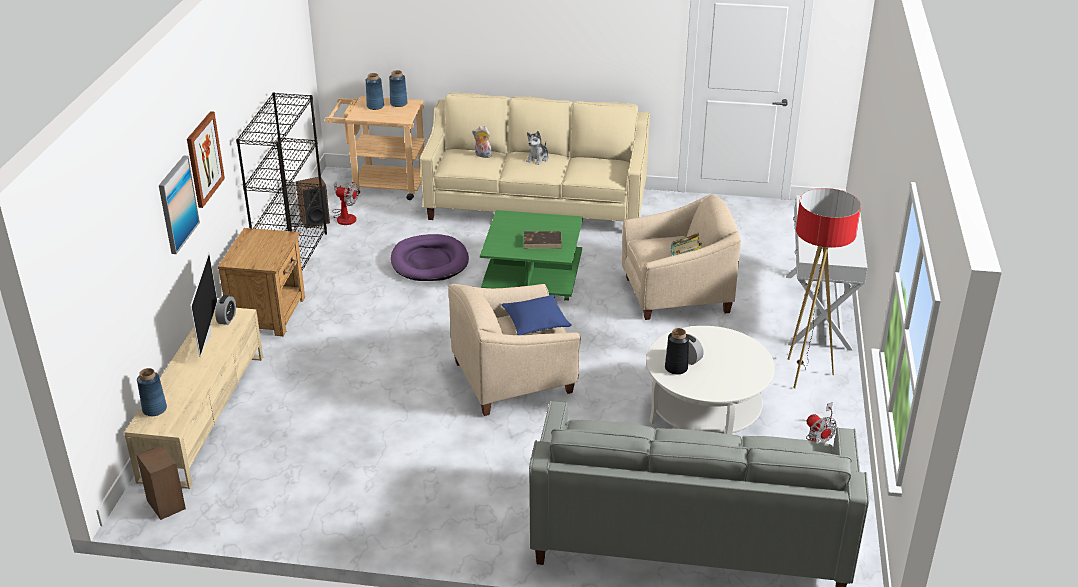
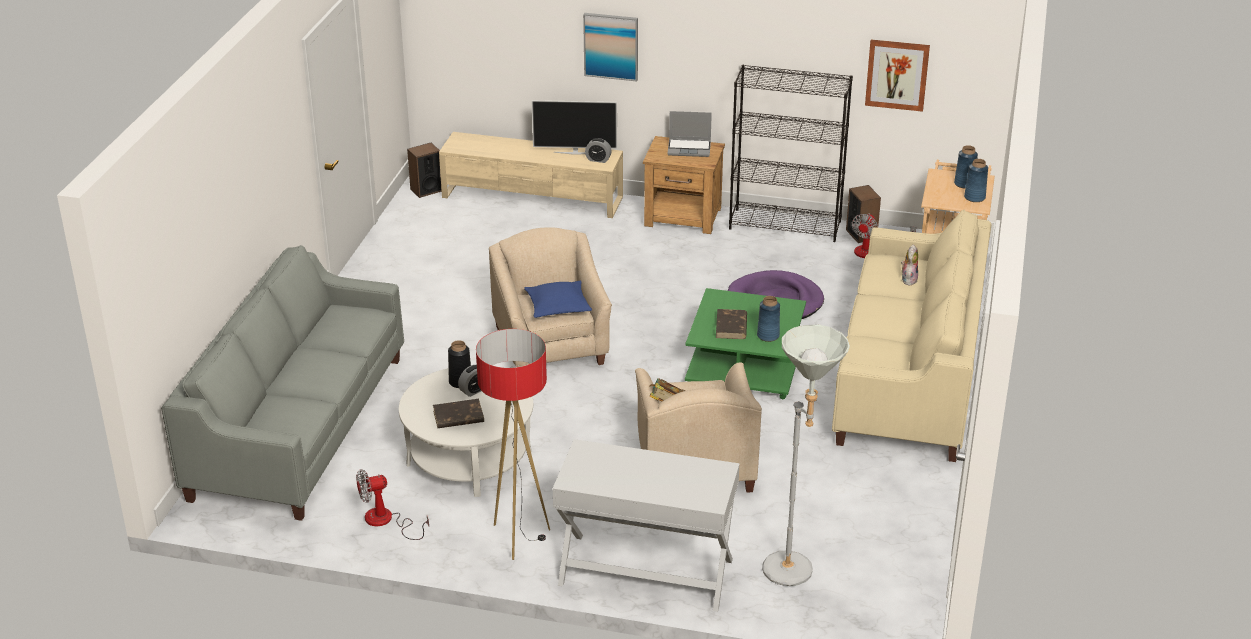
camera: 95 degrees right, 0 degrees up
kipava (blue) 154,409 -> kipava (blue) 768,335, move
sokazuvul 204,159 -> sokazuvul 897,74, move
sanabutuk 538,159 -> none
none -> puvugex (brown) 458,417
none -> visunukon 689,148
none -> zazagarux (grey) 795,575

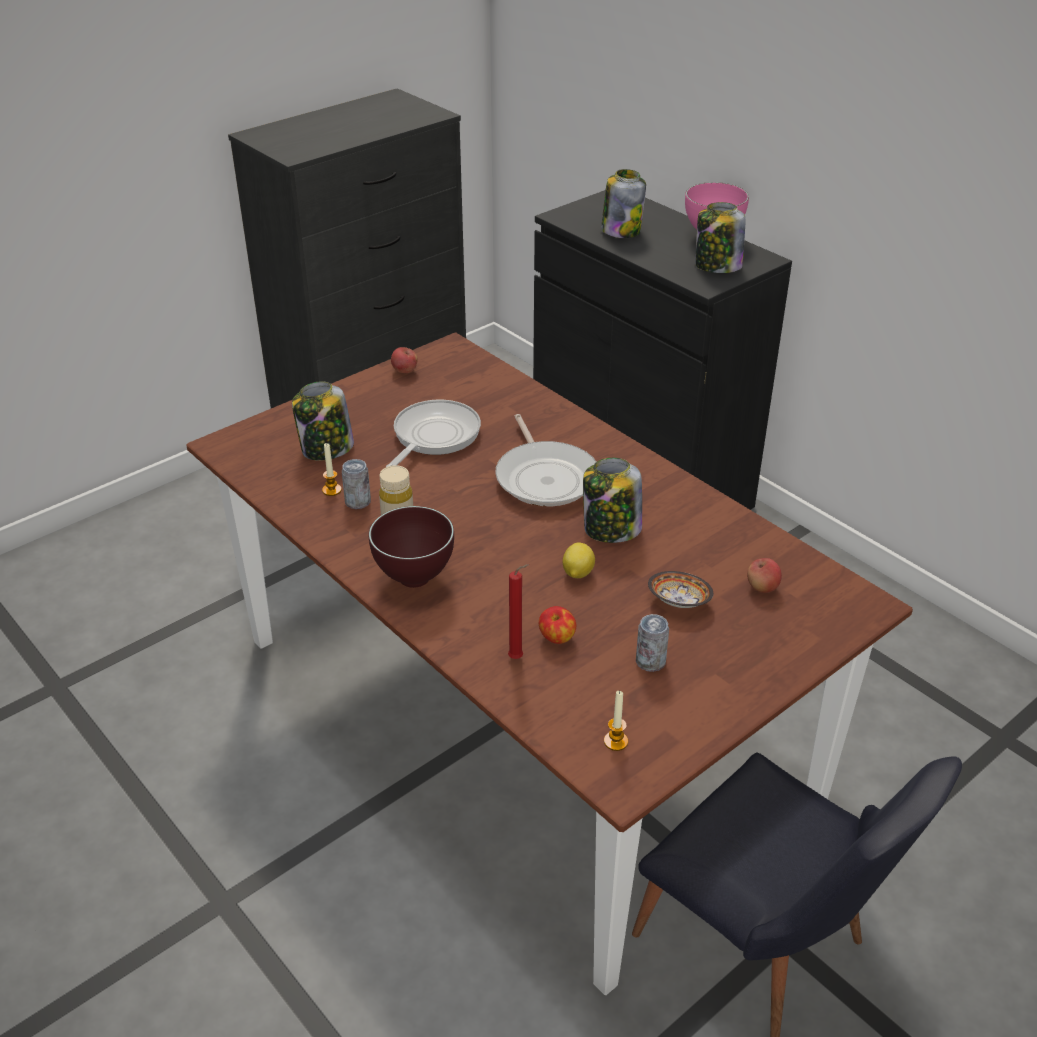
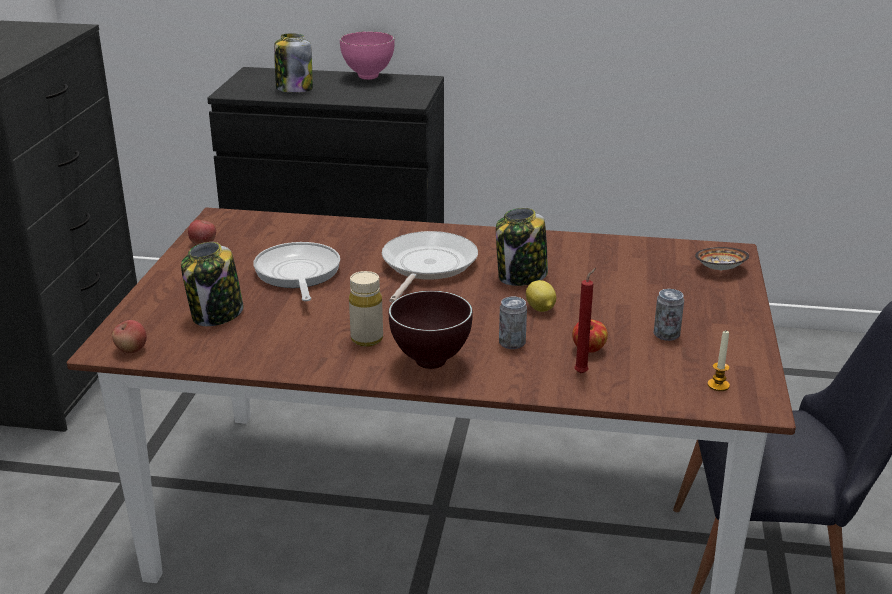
camera: 40 degrees left, 10 degrees down
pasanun 332,490 -> none
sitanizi 358,502 -> sitanizi 512,343, move
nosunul 545,477 -> nosunul 426,266, 105 degrees counterclockwise
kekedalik 679,601 -> kekedalik 720,269, move
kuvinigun 717,266 -> none
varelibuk 762,587 -> varelibuk 131,350, move

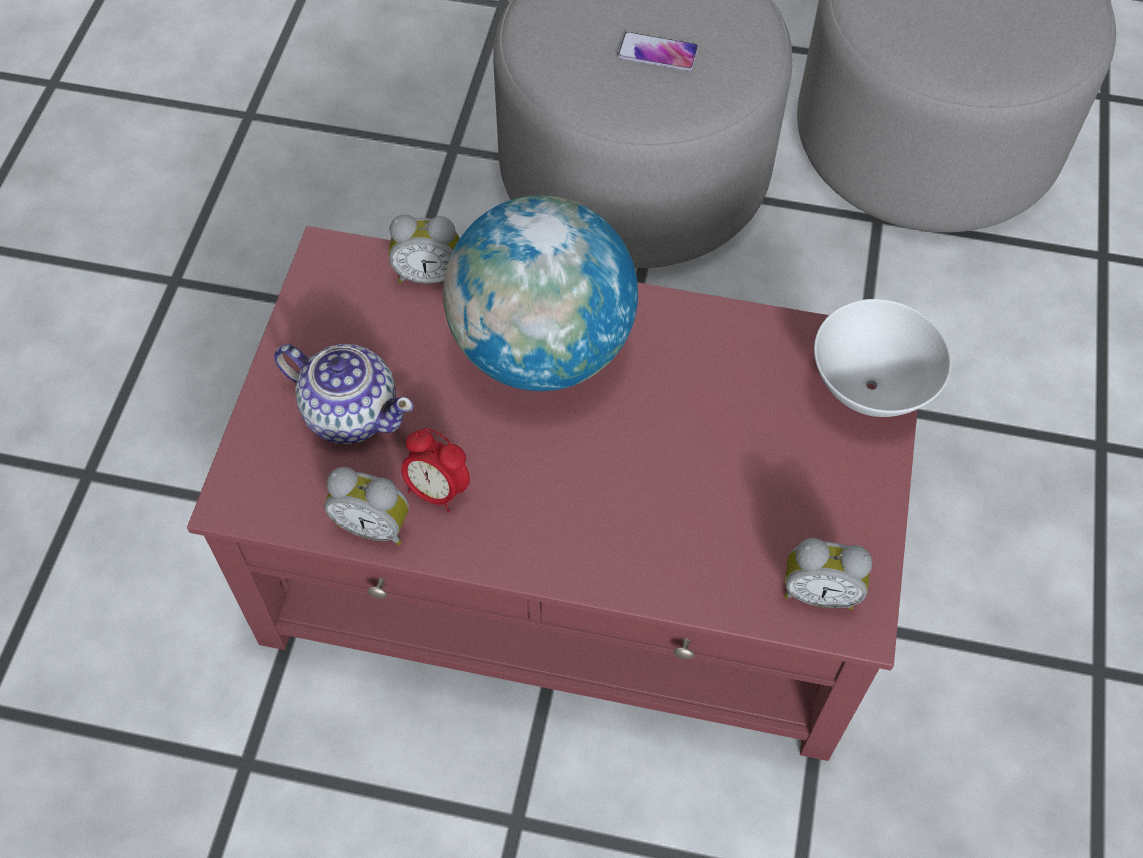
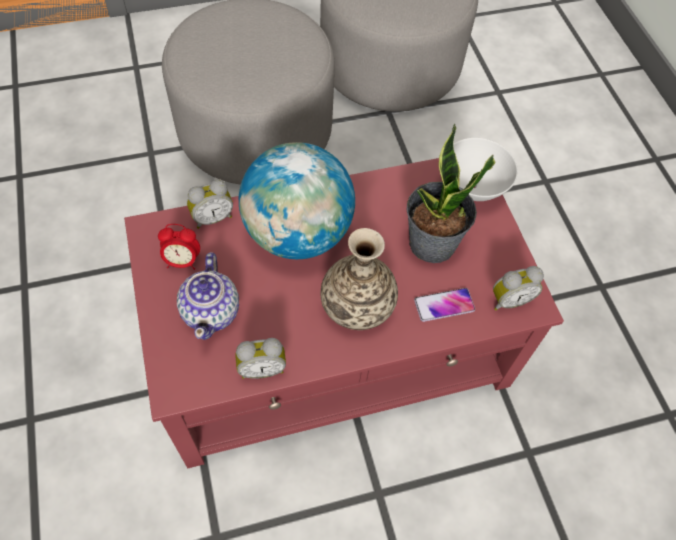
camera: 30 degrees left, 0 degrees up
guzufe 350,412 -> guzufe 211,311, 90 degrees clockwise
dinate 437,490 -> dinate 182,261, move
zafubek 657,53 -> zafubek 444,305, move
none -> kipava 358,305
none -> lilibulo 431,244

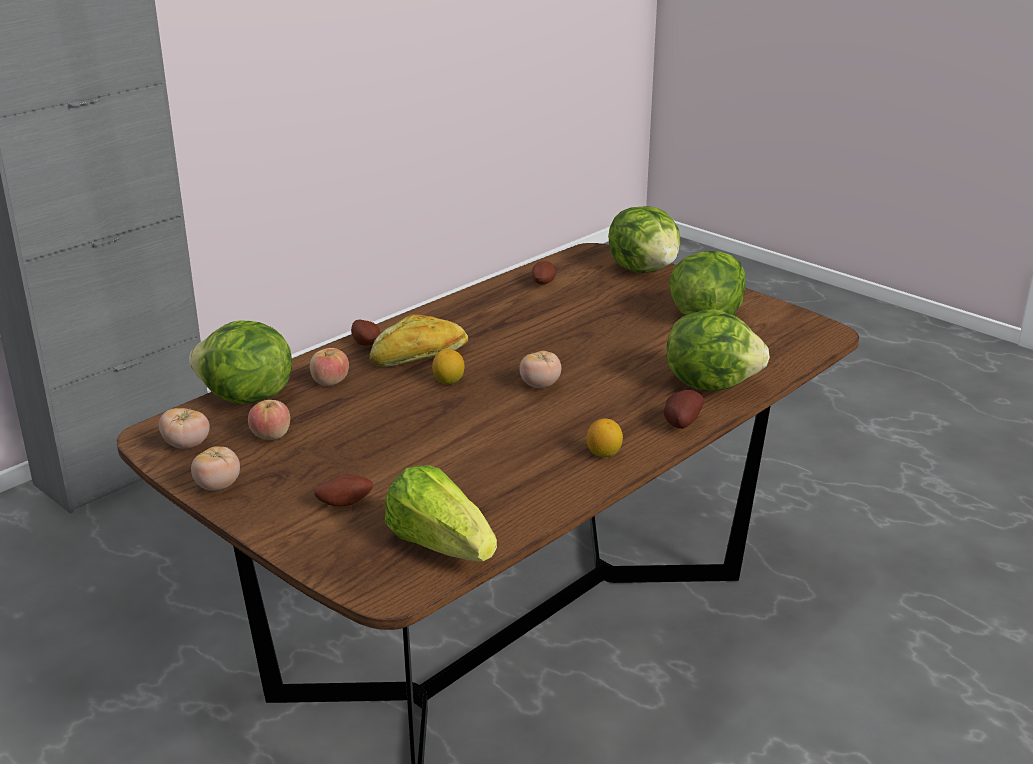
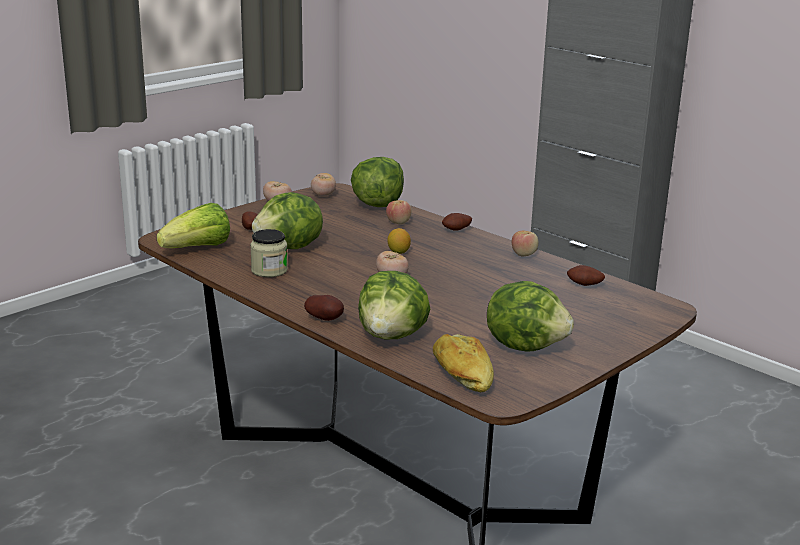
camera: 90 degrees right, 5 degrees down
varelibuk 271,435 -> varelibuk 524,254, move
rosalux 420,357 -> rosalux 461,376, move
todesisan 604,453 -> none
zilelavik 645,269 -> zilelavik 290,248, move
none -> kuvinigun 269,270

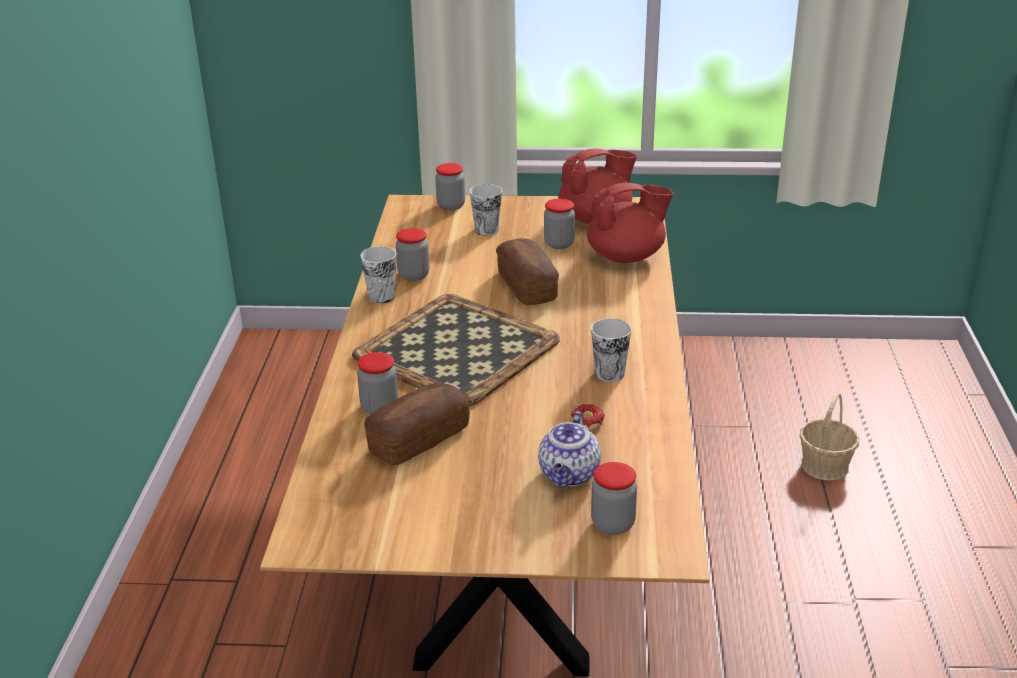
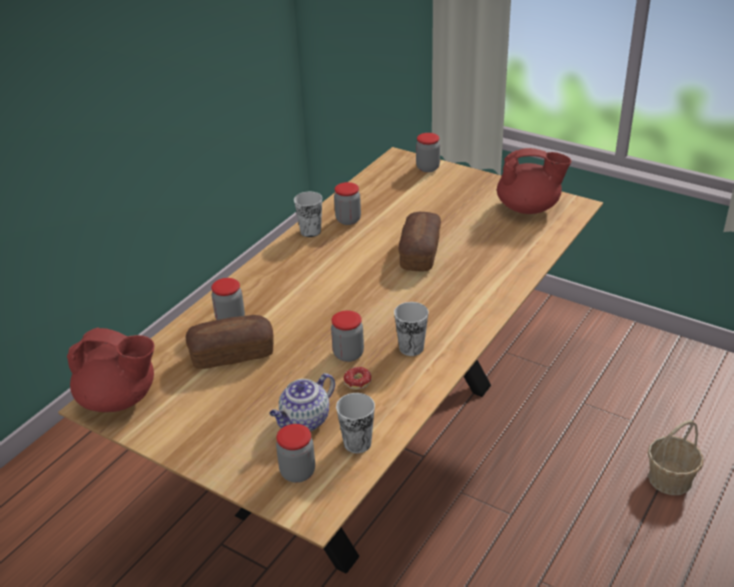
camera: 30 degrees right, 5 degrees up
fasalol 459,349 -> none
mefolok 486,230 -> mefolok 357,443, move
kuvinigun 559,244 -> kuvinigun 348,354, move
guzufe (red) 627,256 -> guzufe (red) 119,399, move

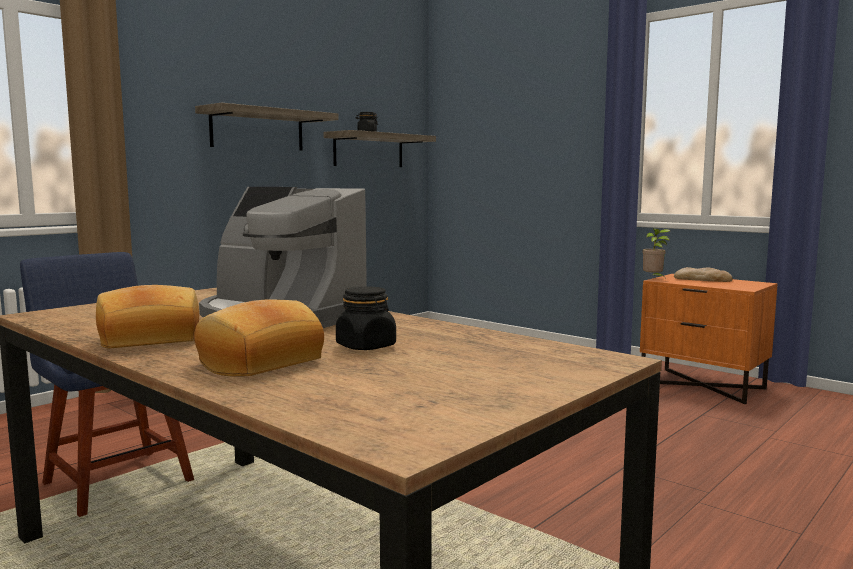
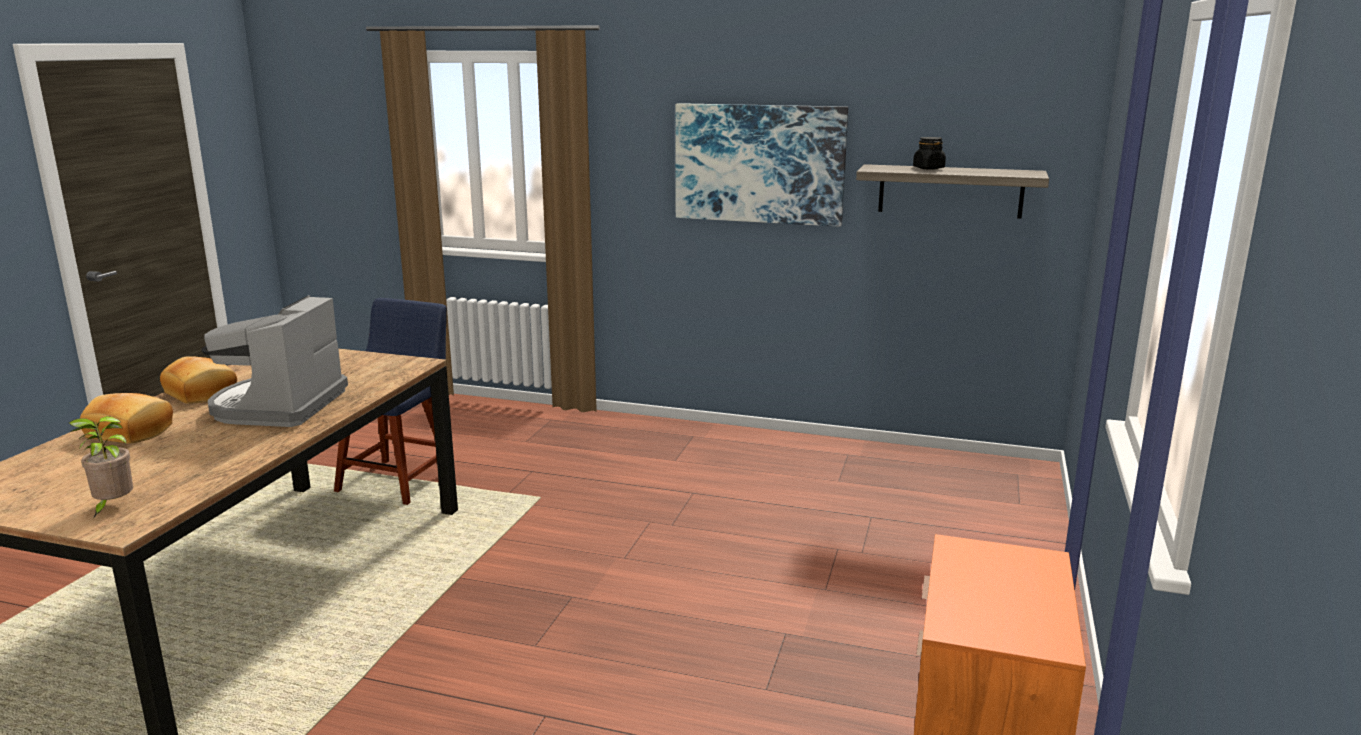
camera: 65 degrees right, 10 degrees up
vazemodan 257,130 -> sokazuvul 759,163
kuvinigun (black) 366,346 -> none
lilibulo 654,279 -> lilibulo 112,507, move
rosalux 702,279 -> none

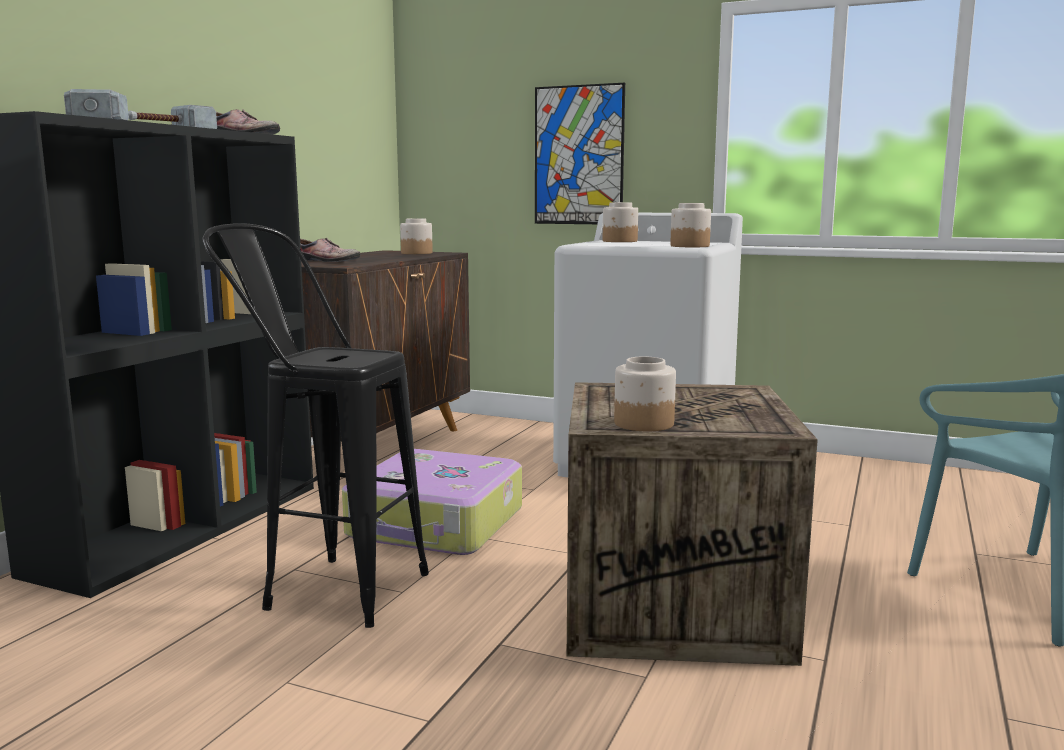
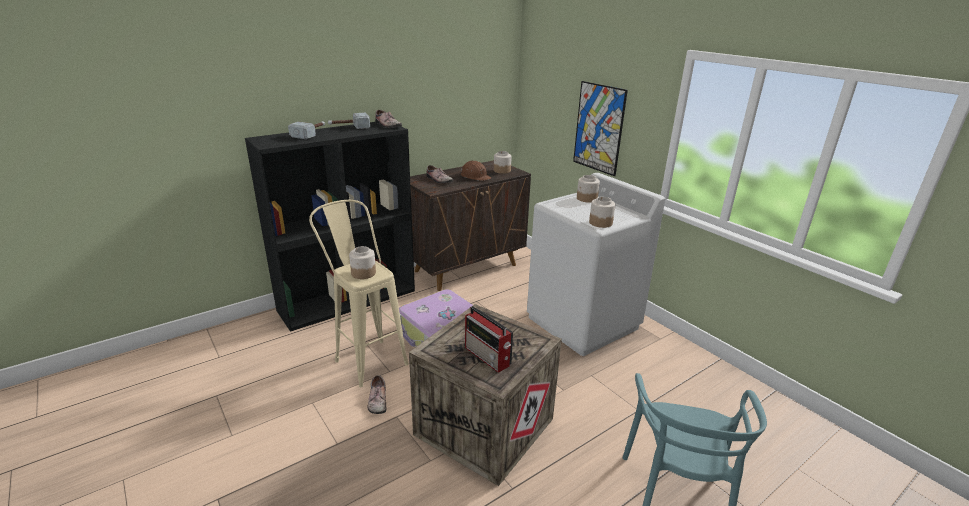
camera: 30 degrees right, 15 degrees up
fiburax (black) 326,588 -> fiburax (beige) 366,357
kuvinigun 643,423 -> kuvinigun 363,273, move
none -> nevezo 377,400
none -> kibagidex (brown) 475,176
none -> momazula 488,357

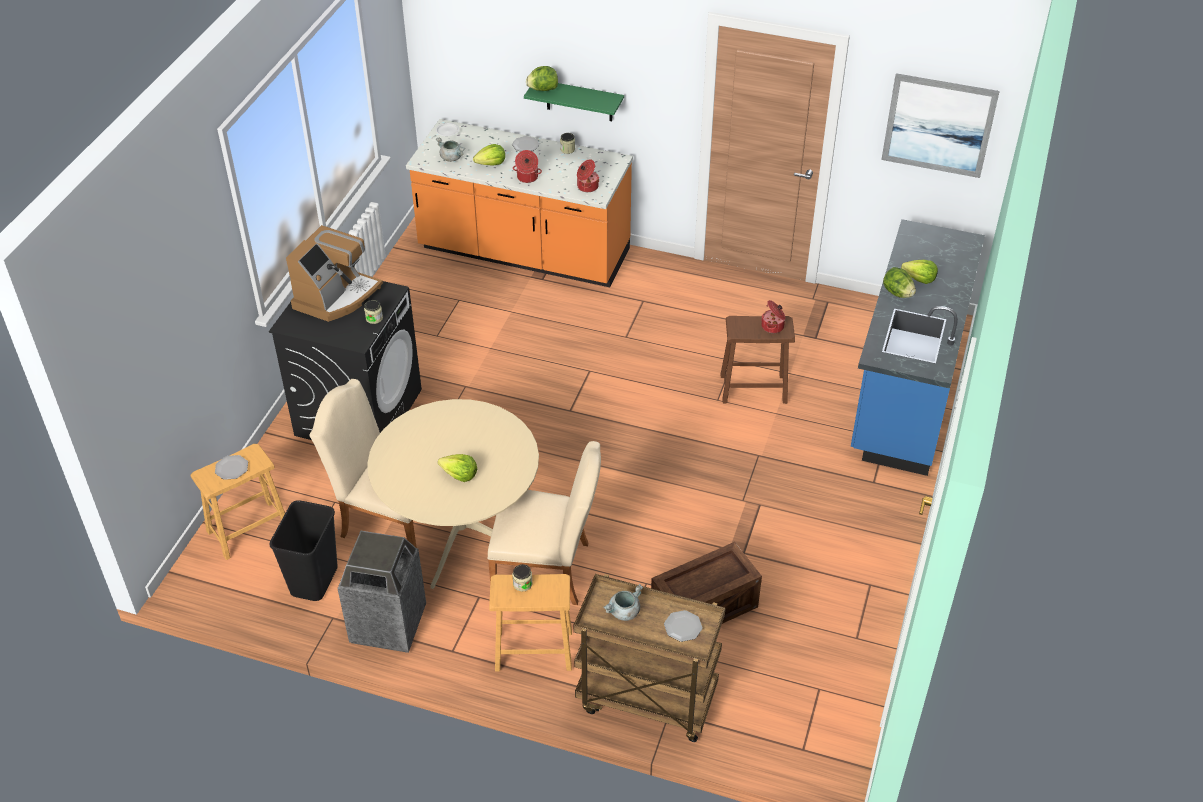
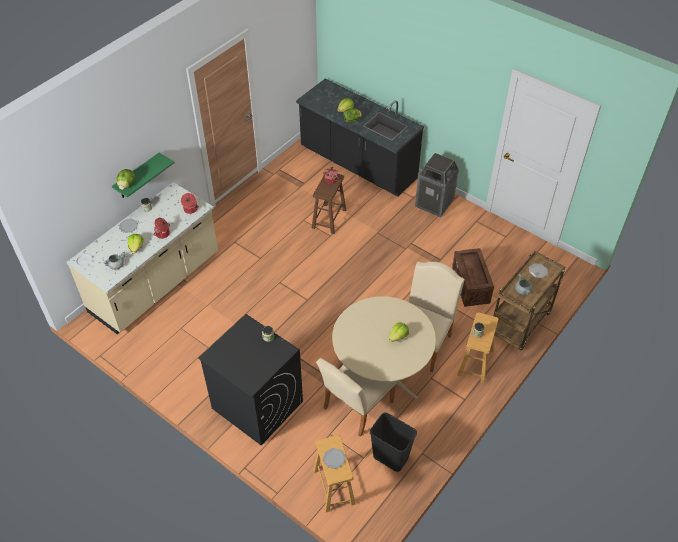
camera: 70 degrees left, 5 degrees up
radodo 337,297 -> none
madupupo 388,624 -> madupupo 434,203, move
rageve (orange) 524,252 -> rageve (beige) 156,284
rageve (blue) 905,389 -> rageve (black) 357,164
sokazuvul 938,125 -> none

